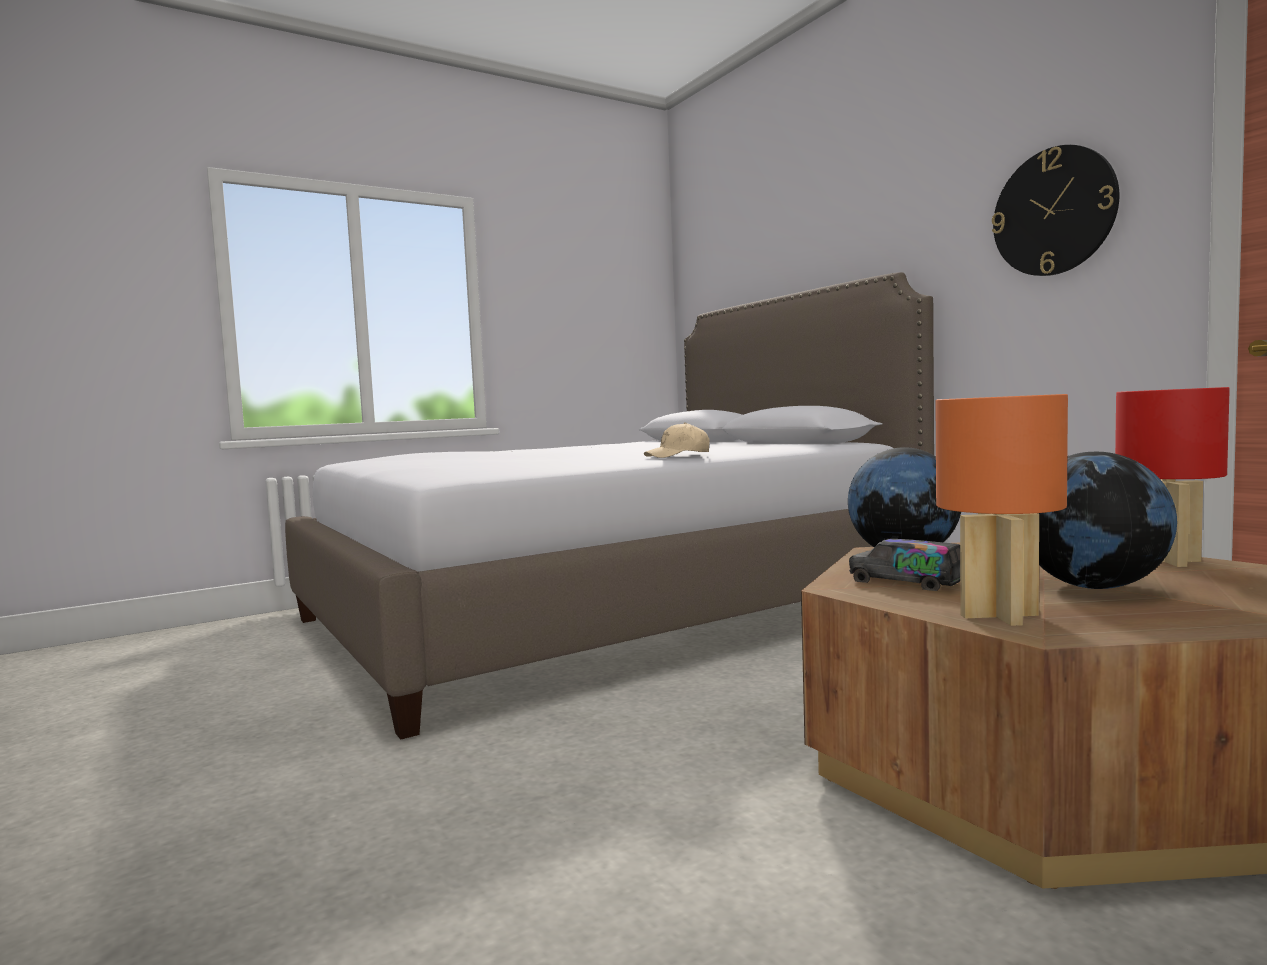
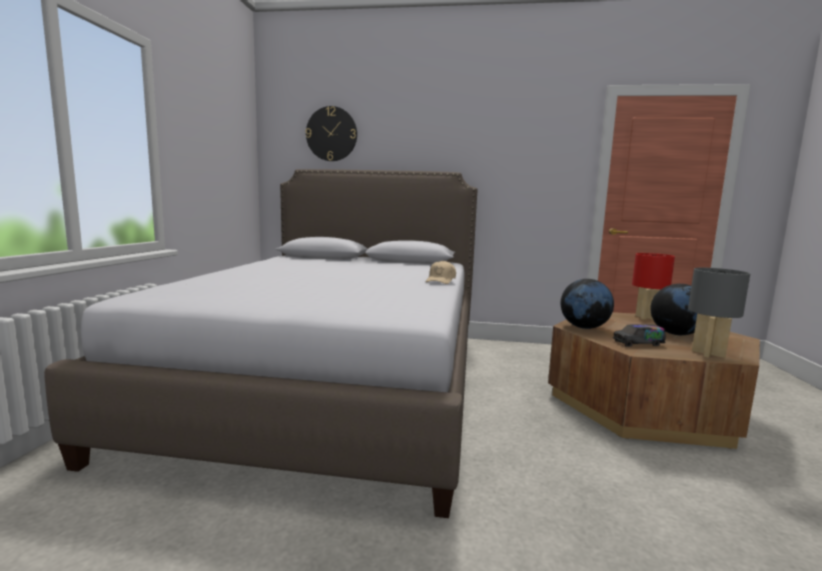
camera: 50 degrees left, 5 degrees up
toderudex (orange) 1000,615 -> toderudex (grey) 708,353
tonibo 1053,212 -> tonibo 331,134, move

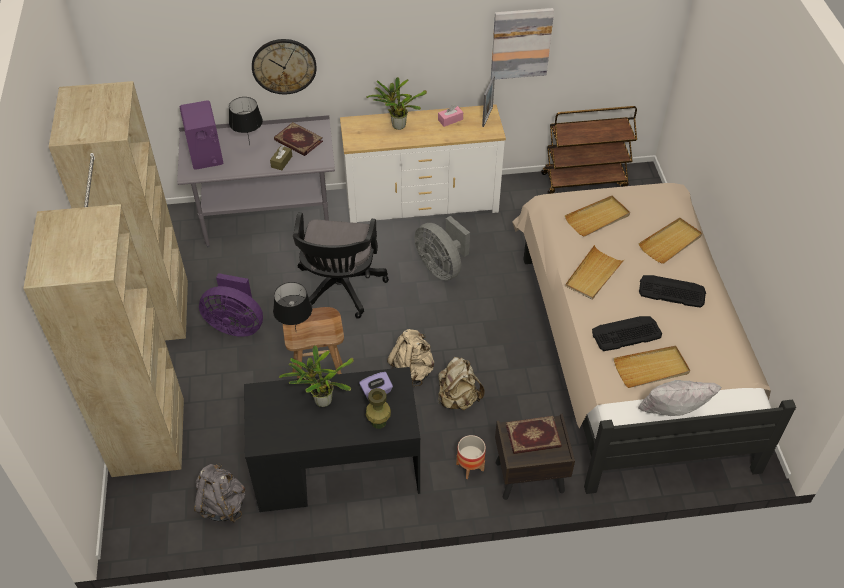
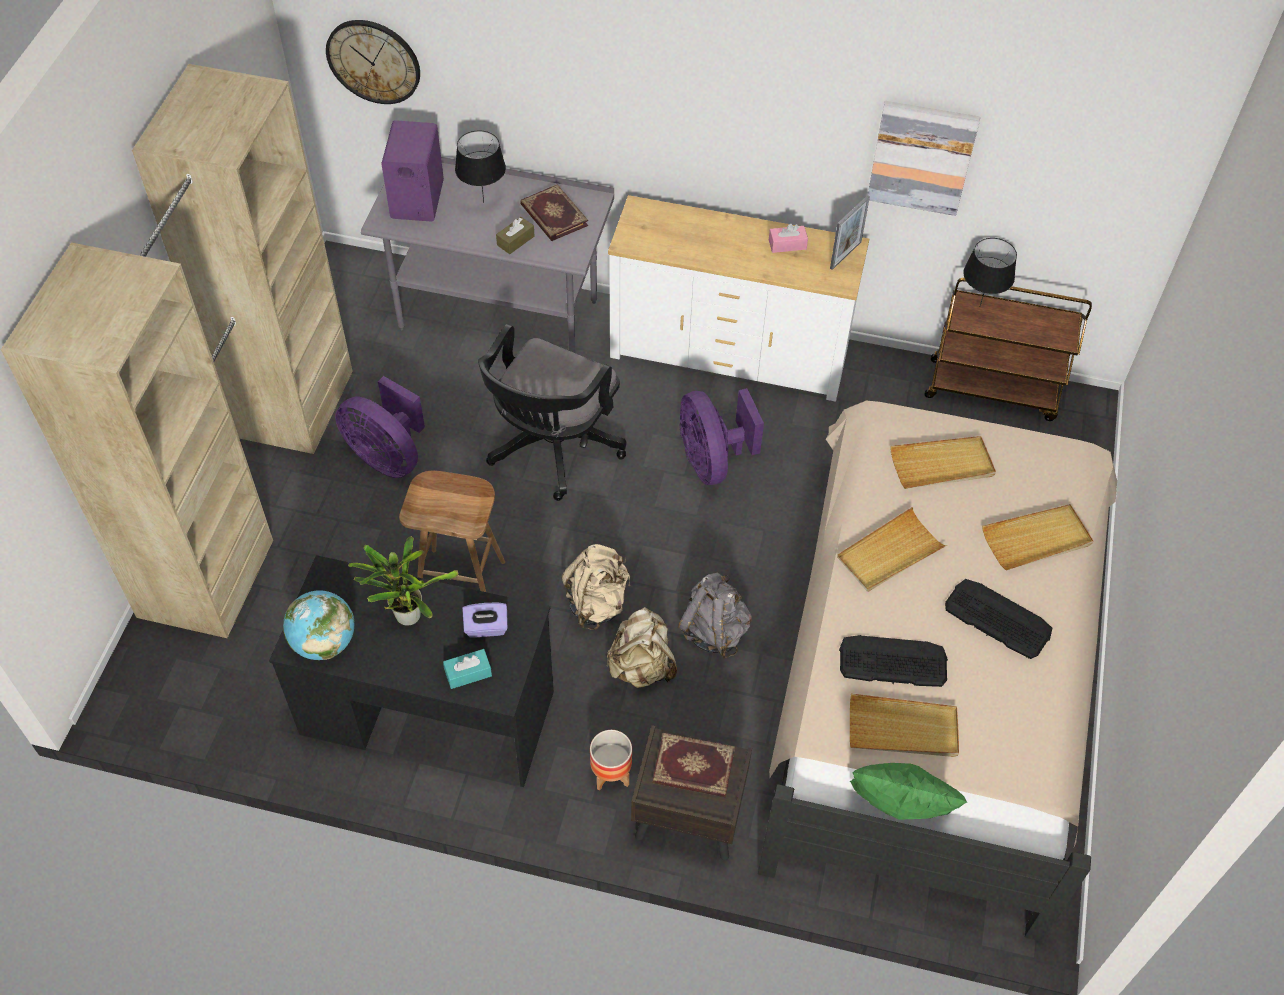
camera: 20 degrees right, 5 degrees up
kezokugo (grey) 222,504 -> kezokugo (grey) 714,631, move
tonibo 284,66 -> tonibo 373,61, move
toderudex (black) 296,332 -> toderudex (black) 980,307, move
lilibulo 397,125 -> none
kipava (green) 378,422 -> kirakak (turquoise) 468,673
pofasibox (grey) 441,267 -> pofasibox (purple) 712,461
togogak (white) 671,416 -> togogak (green) 897,813
none -> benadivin 324,642

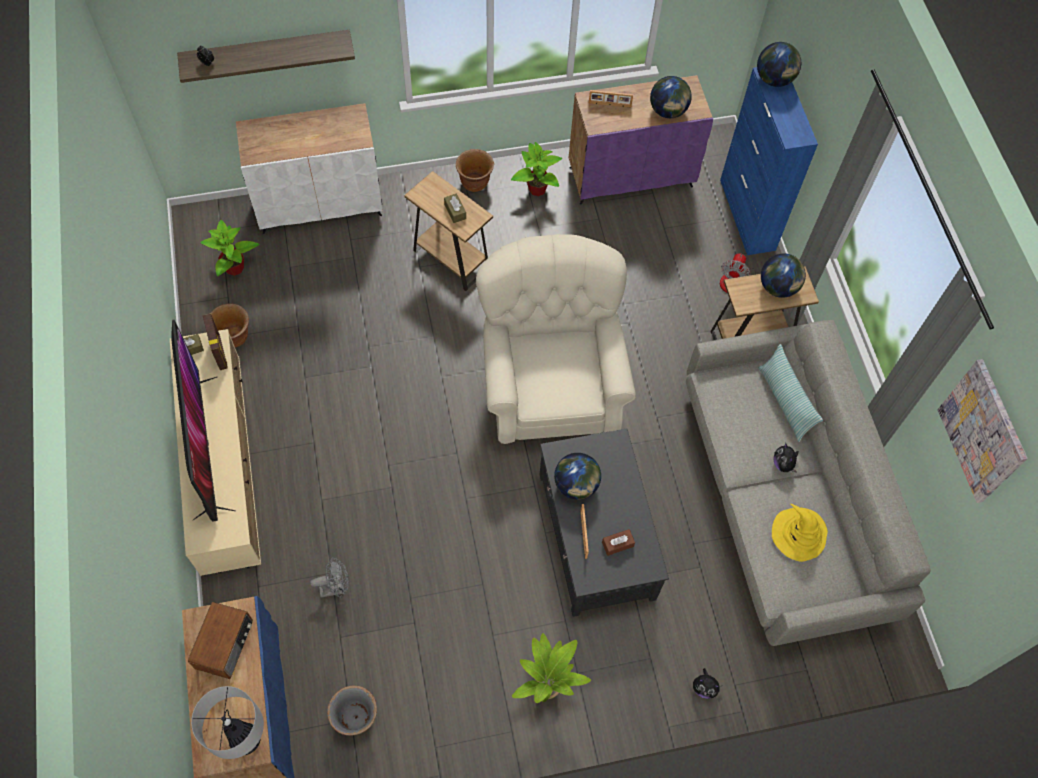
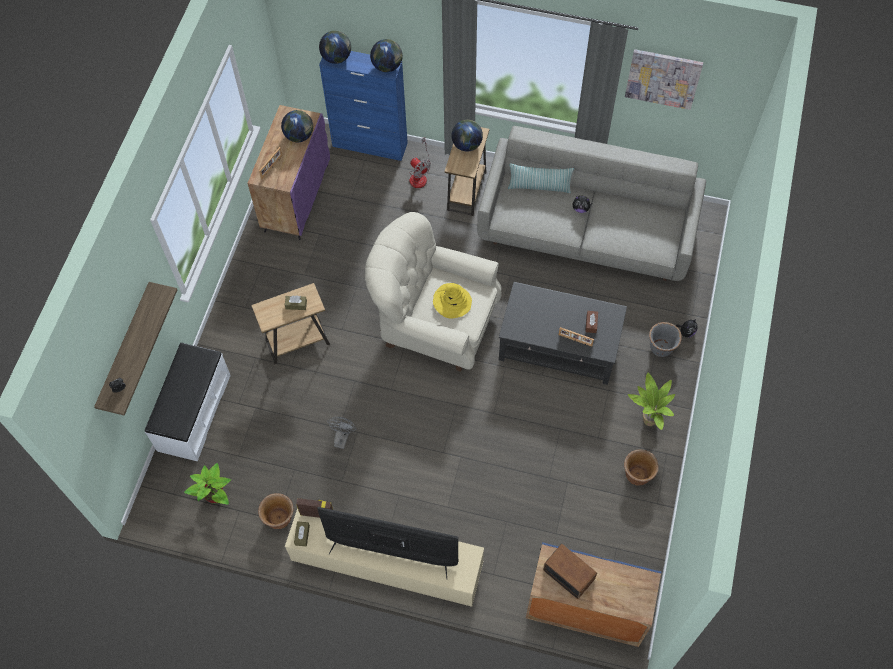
camera: 60 degrees left, 0 degrees up
toderudex 246,740 -> none
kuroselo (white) 320,205 -> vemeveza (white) 193,412
pofasibox (grey) 336,588 -> pofasibox (grey) 342,437, move
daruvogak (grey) 356,718 -> daruvogak (grey) 661,348, move
daruvogak (brown) 475,183 -> daruvogak (brown) 637,475, move
lilibulo 537,189 -> none
benadivin 576,485 -> benadivin 387,66, move
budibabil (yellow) 799,534 -> budibabil (yellow) 452,301, move

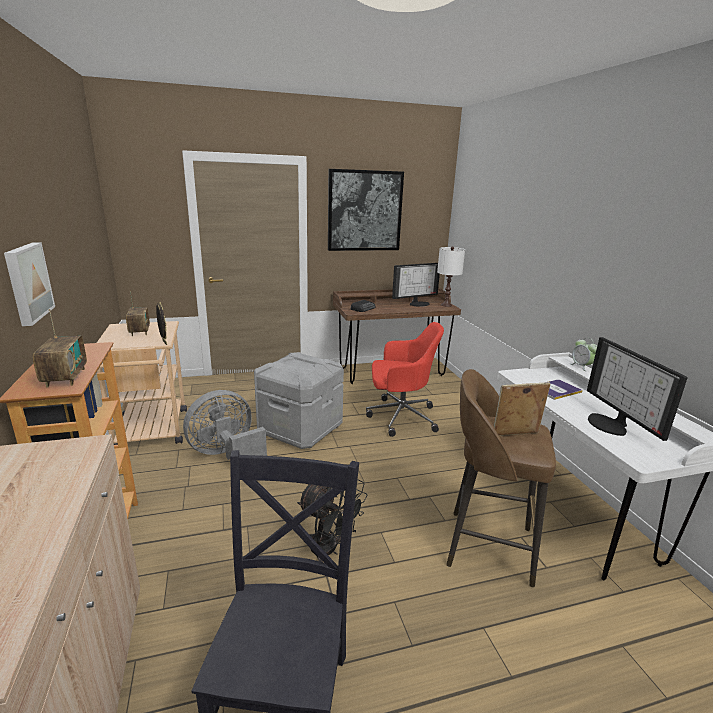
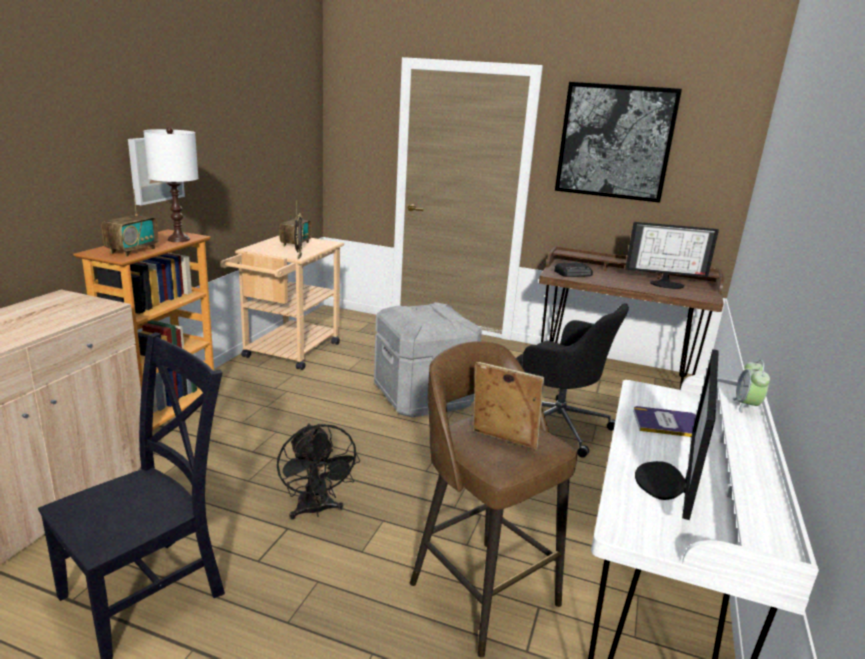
camera: 35 degrees right, 0 degrees up
pofasibox (grey) 226,455 -> none
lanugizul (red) 400,416 -> lanugizul (black) 556,425
toderudex (white) 446,305 -> toderudex (white) 179,239, move

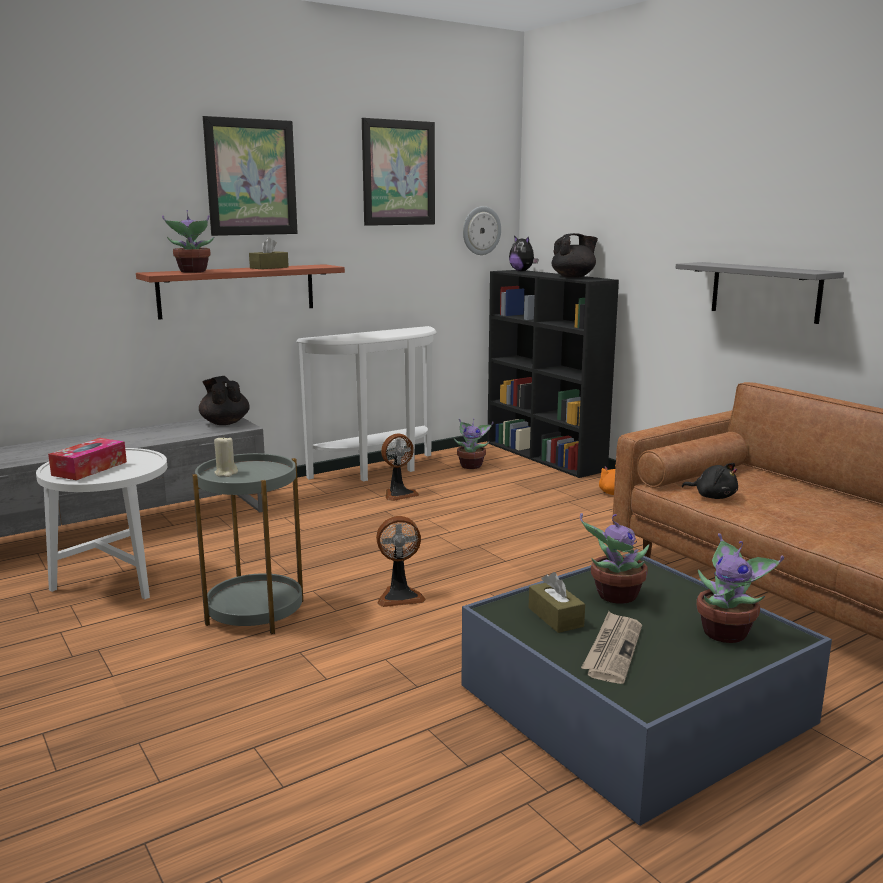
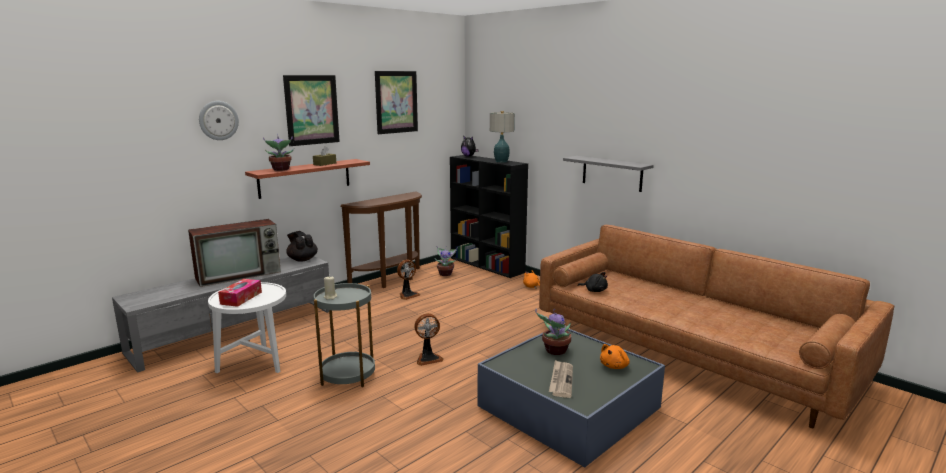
camera: 10 degrees left, 0 degrees up
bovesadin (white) 379,470 -> bovesadin (brown) 391,280
tonibo 481,230 -> tonibo 218,120, move
kirakak (brown) 555,617 -> none
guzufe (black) 573,277 -> toderudex 501,161
lilibulo 727,633 -> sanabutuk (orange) 614,366
none -> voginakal 240,274

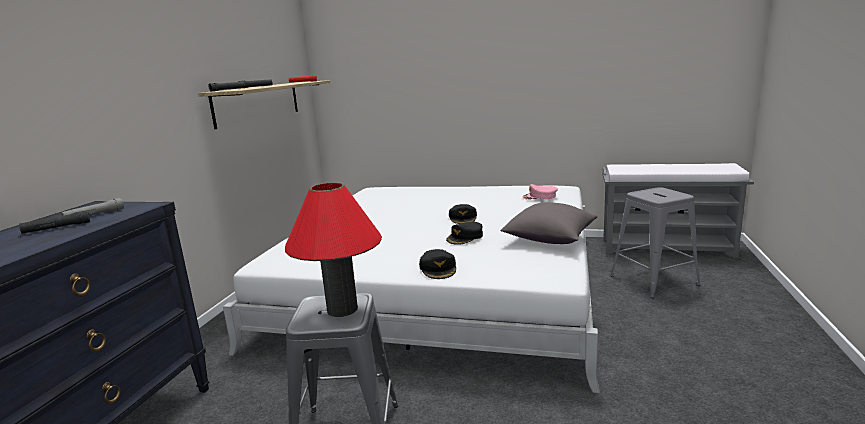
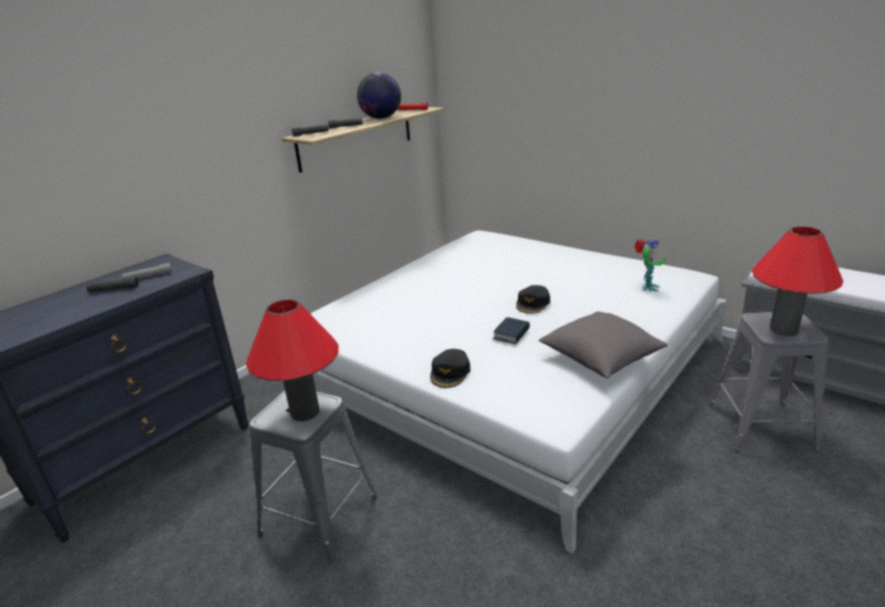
camera: 25 degrees right, 10 degrees up
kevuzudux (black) 465,237 -> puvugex 511,334
kevuzudux (pink) 540,196 -> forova 647,287
none -> benadivin 381,118
none -> toderudex (red) 784,330

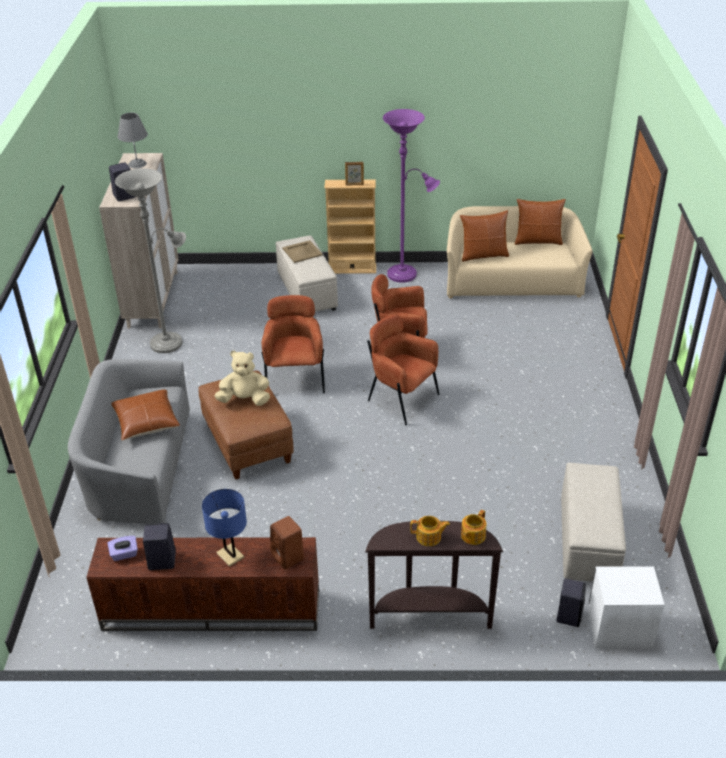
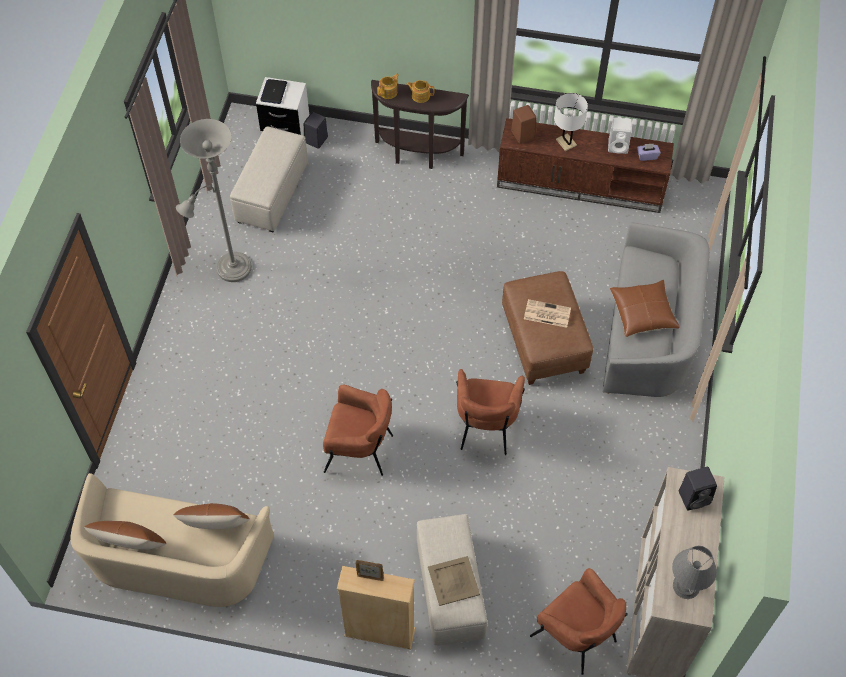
camera: 170 degrees left, 20 degrees up
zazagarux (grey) 170,341 -> zazagarux (grey) 229,270, move
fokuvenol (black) 161,561 -> fokuvenol (white) 618,146
toderudex (blue) 230,555 -> toderudex (white) 566,142
sanabutuk (beige) 245,400 -> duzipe 546,314
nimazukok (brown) 401,400 -> nimazukok (brown) 576,635, move
zazagarux (purple) 406,274 -> none
none -> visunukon 273,92

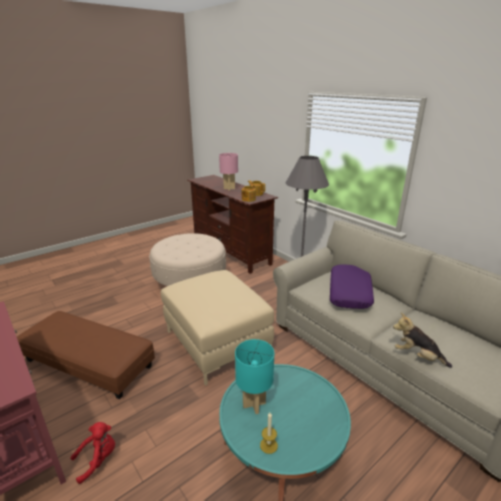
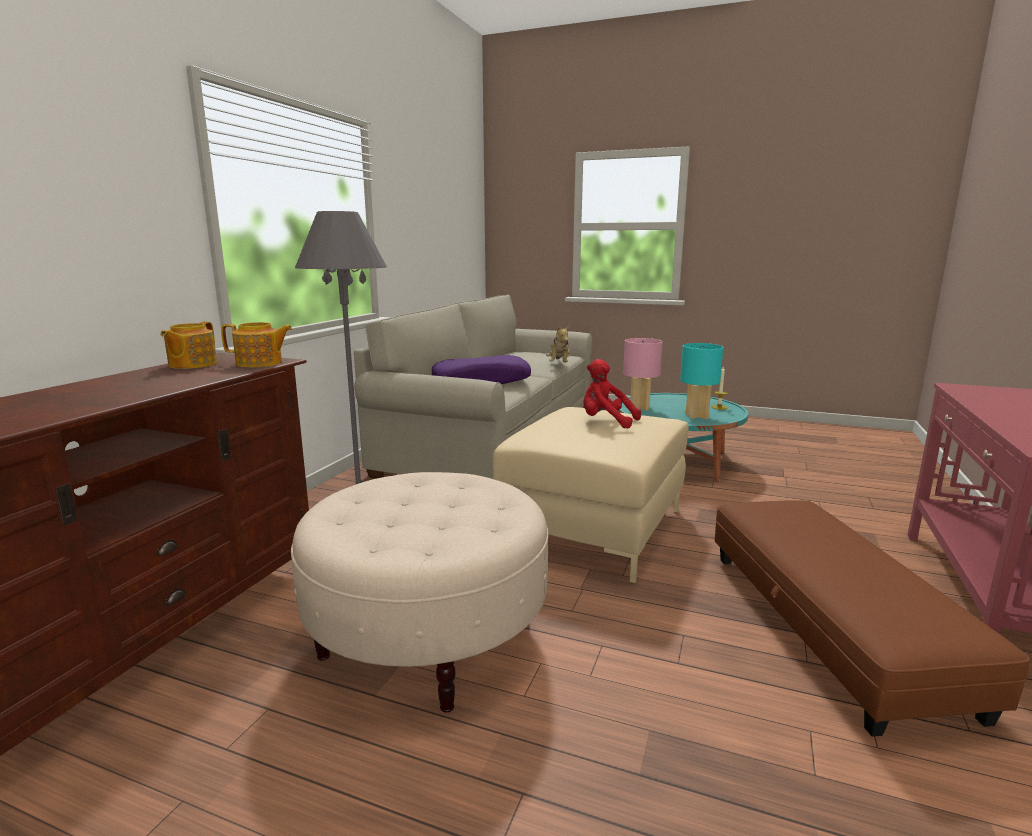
camera: 120 degrees left, 10 degrees down
sanabutuk (red) 98,459 -> sanabutuk (red) 606,422, move
toderudex (pink) 229,188 -> toderudex (pink) 640,407, move

